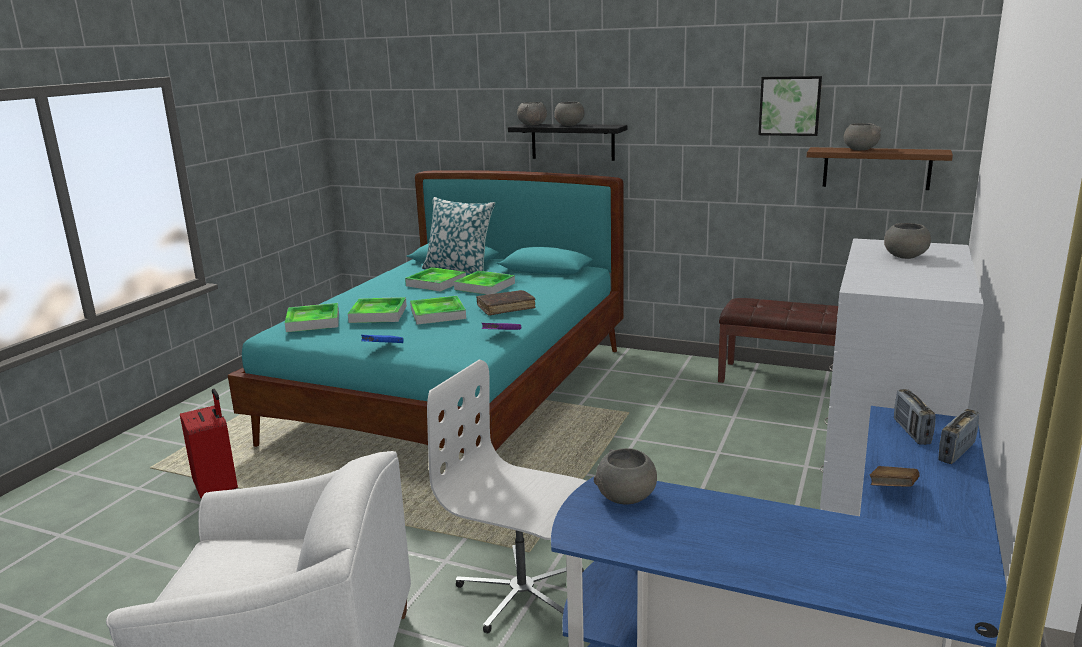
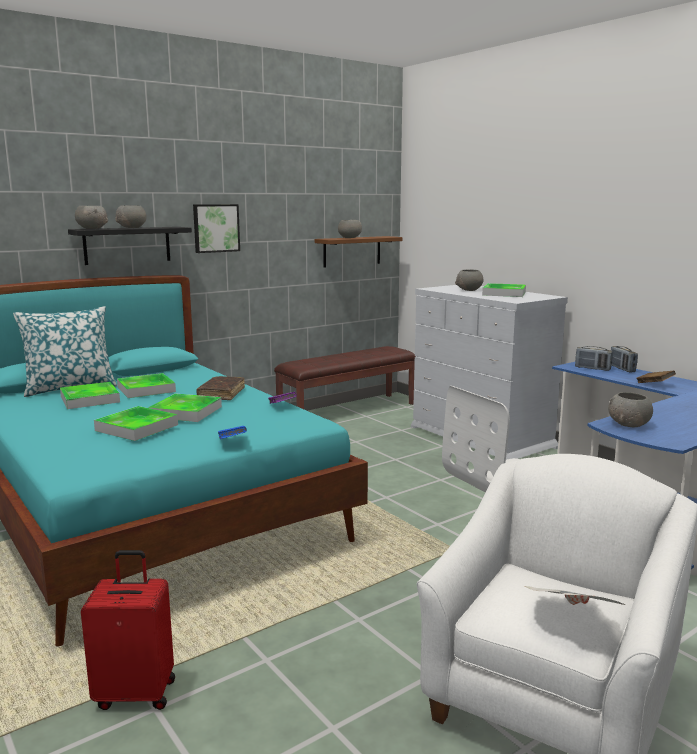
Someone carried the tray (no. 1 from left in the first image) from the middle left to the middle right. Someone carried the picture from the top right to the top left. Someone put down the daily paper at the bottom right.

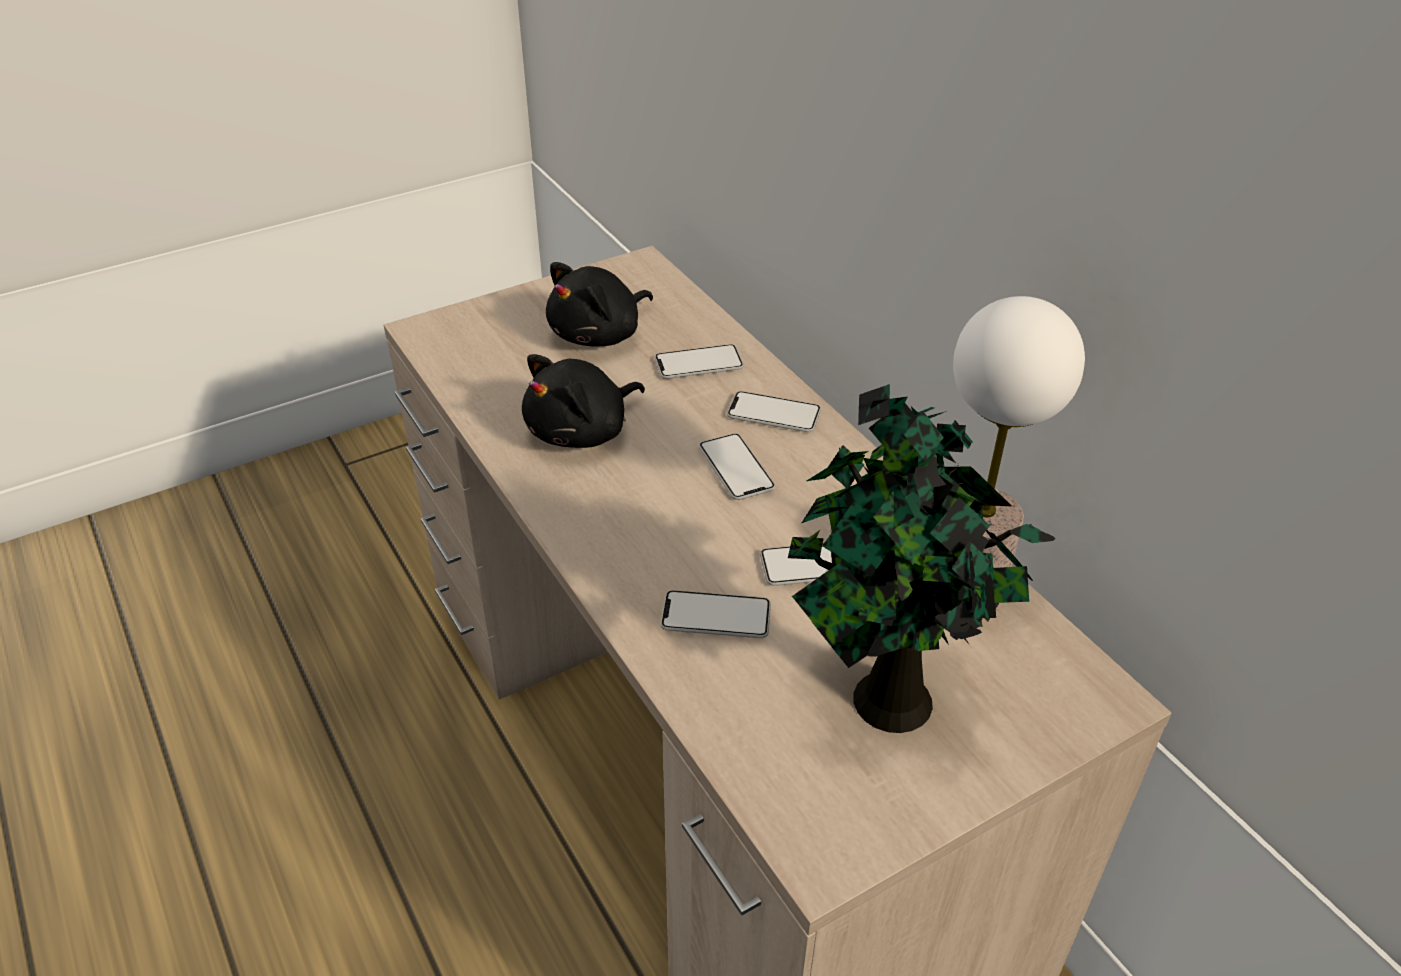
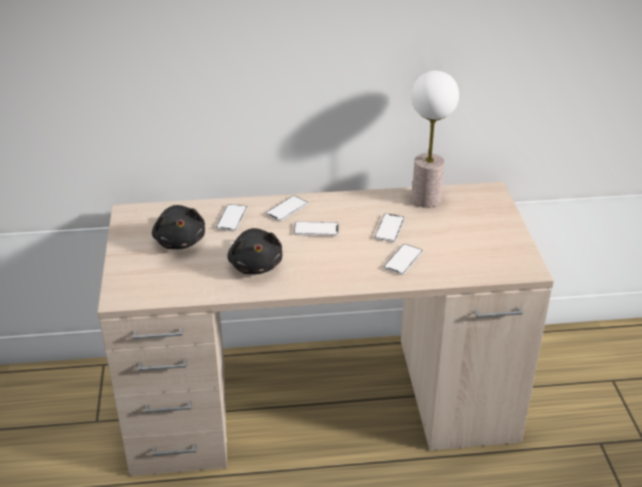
Someone took away the plant in a pot at the centre.

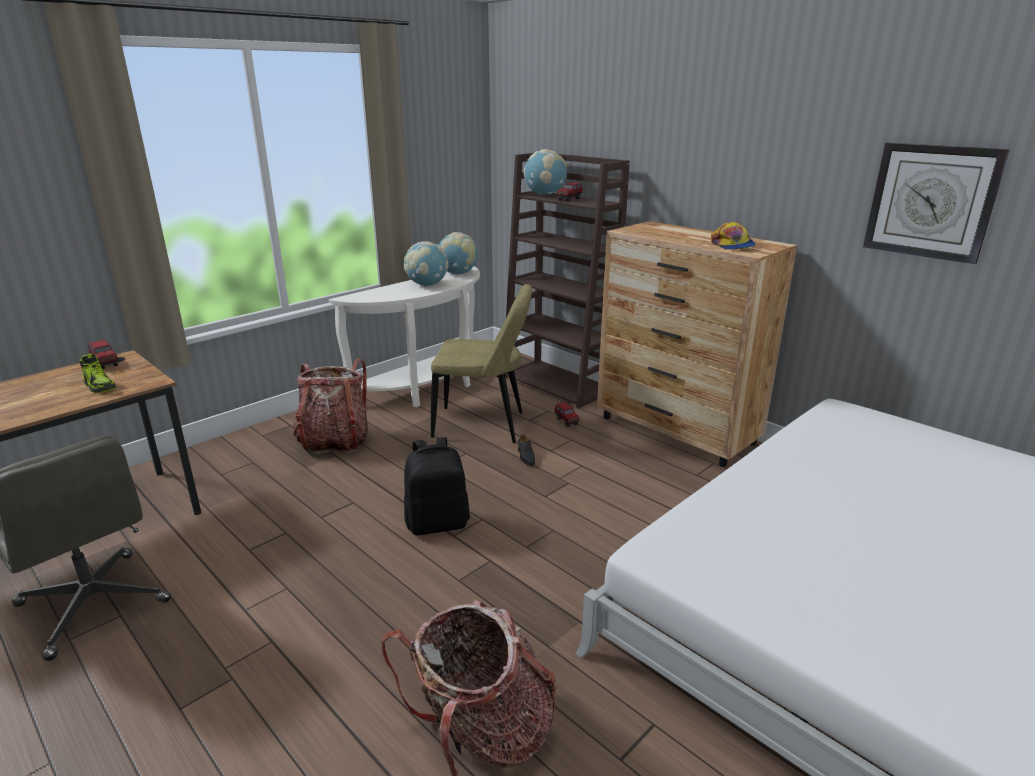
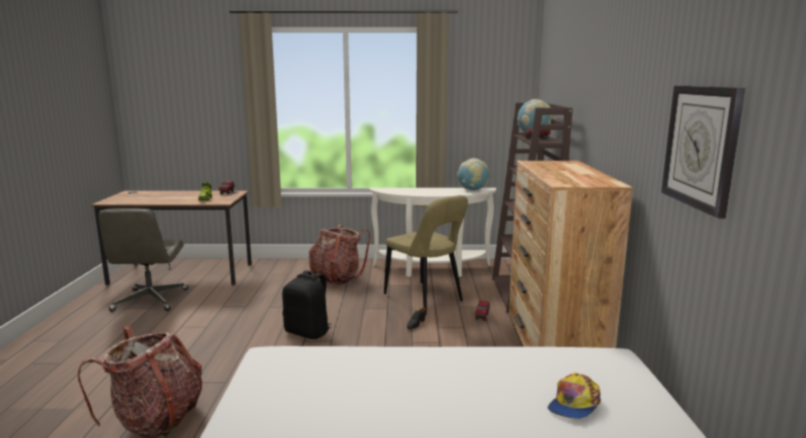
Someone took away the globe (no. 1 from left) at the centre. Someone carried the cap from the top right to the bottom right.

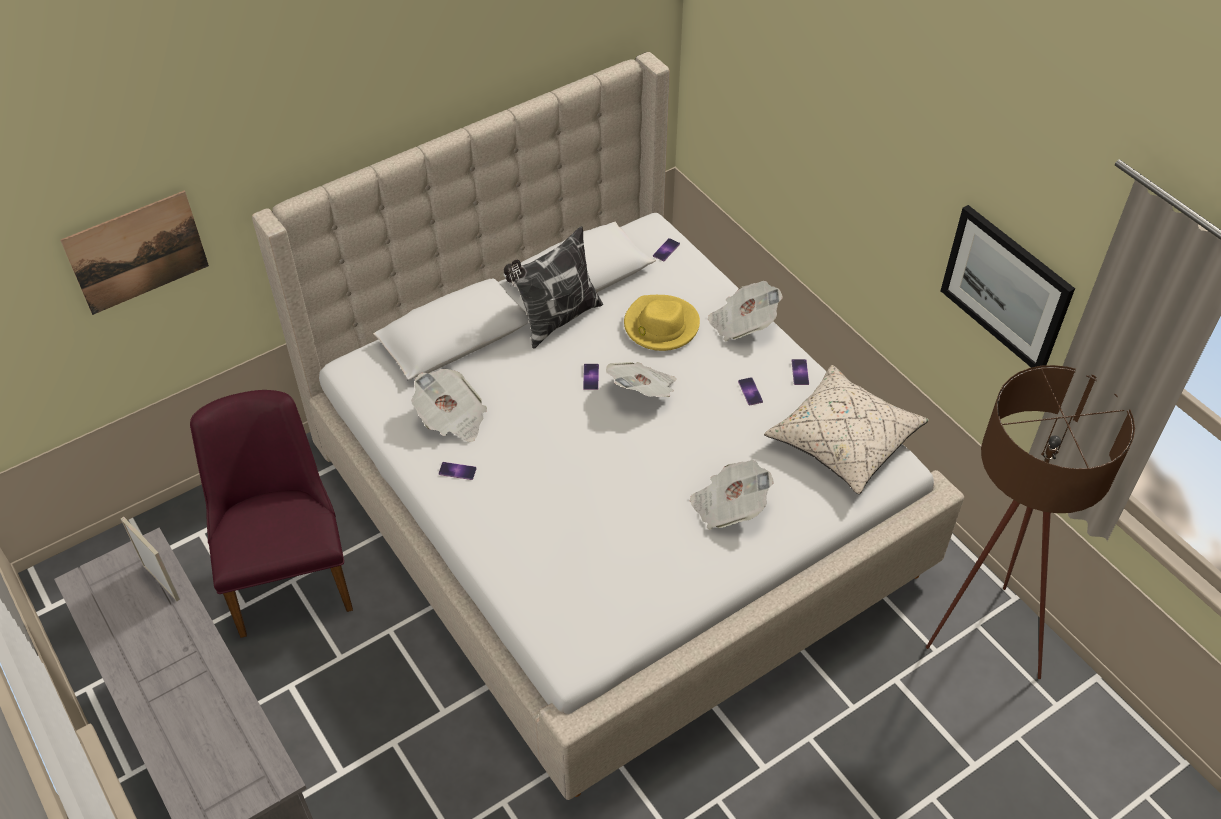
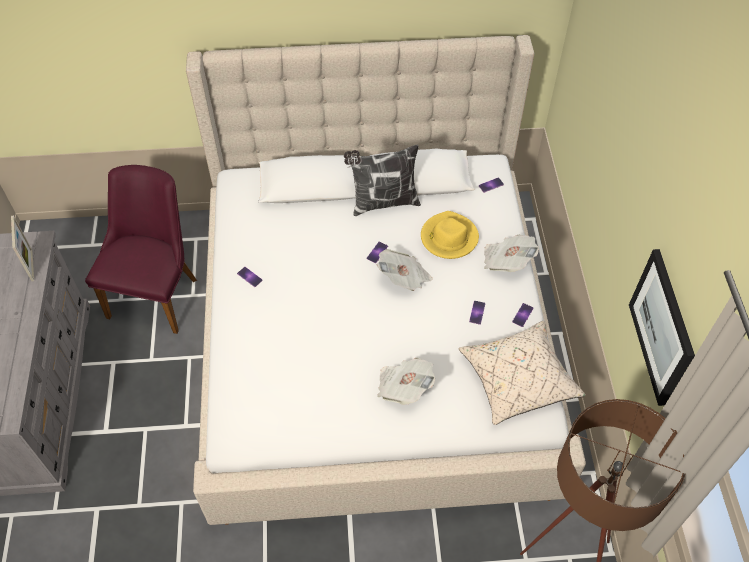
Someone took away the picture (no. 1 from left) at the top left. Someone took away the daily paper (no. 1 from left) at the centre.

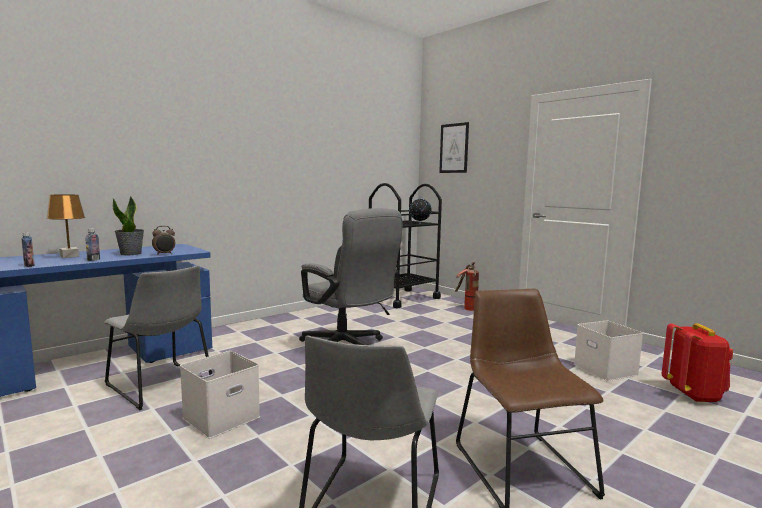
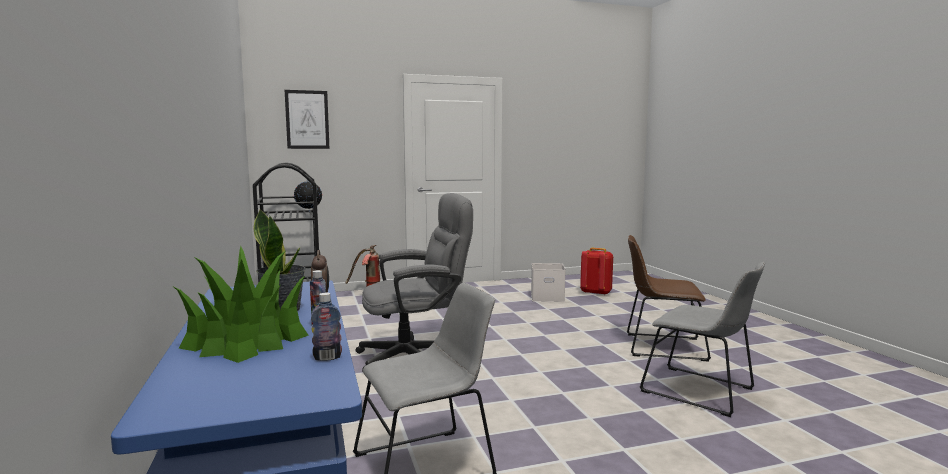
Someone swapped the brown lamp for a table at the middle left for the plant in a pot (no. 1 from left) at the middle left. Someone took away the whitish storage bin (no. 1 from left) at the bottom left.

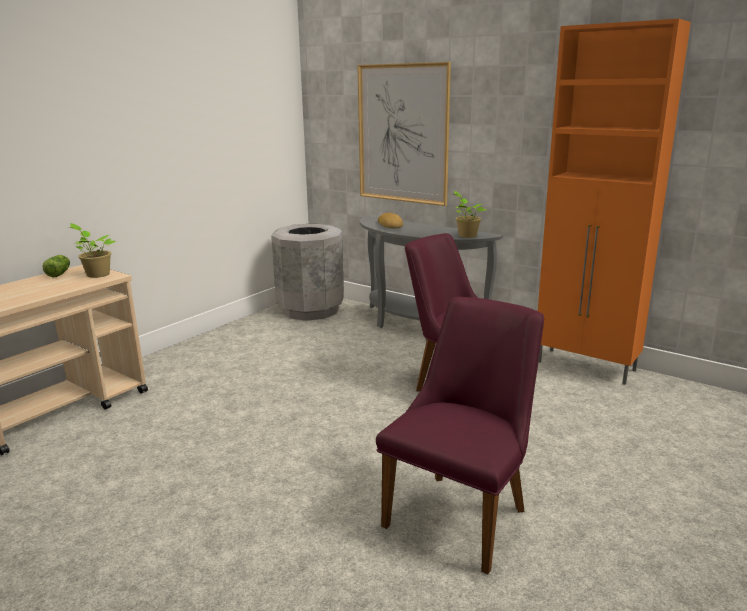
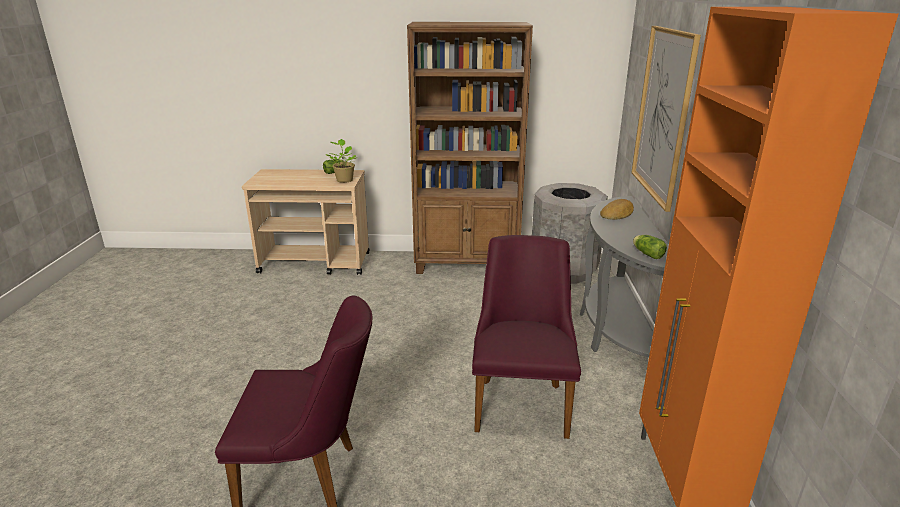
Someone swapped the plant in a pot (no. 2 from left) at the centre for the head of lettuce (no. 2 from left) at the middle right. Someone put down the brown shelving unit at the top centre.

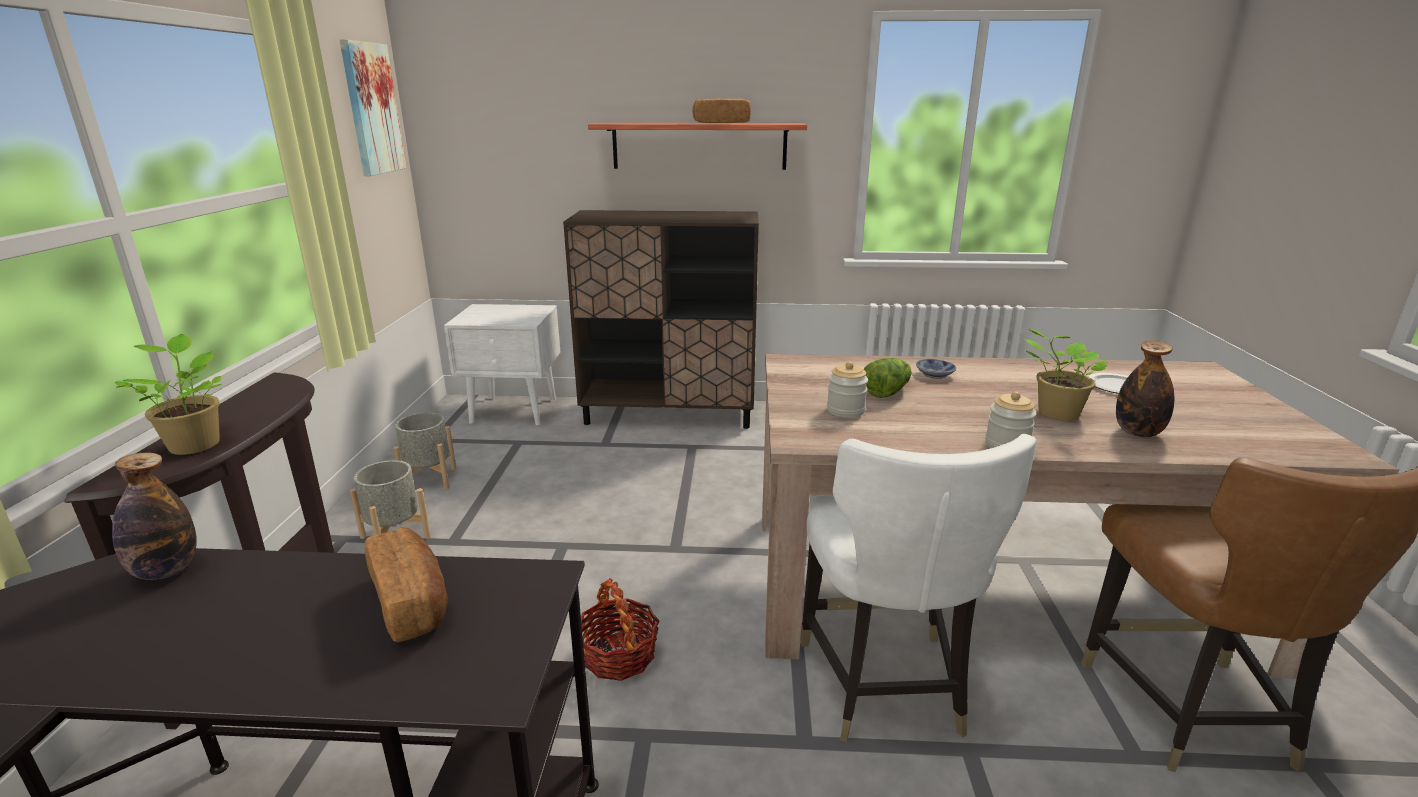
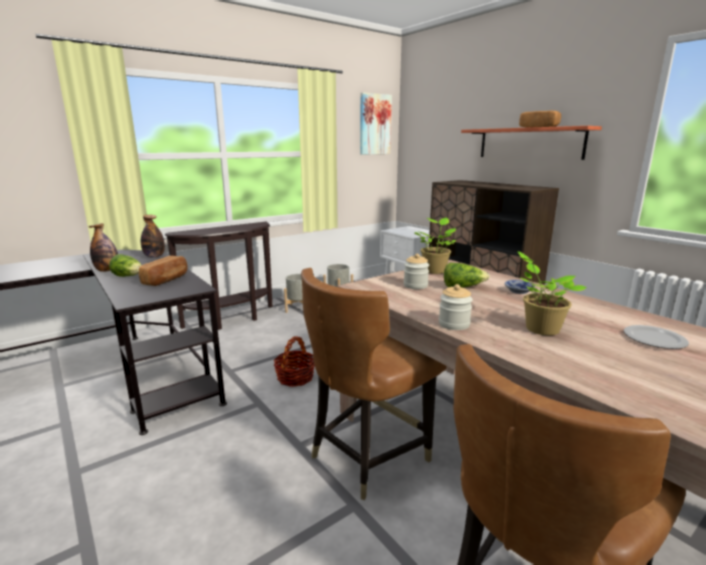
Someone carried the plant in a pot (no. 1 from left) from the middle left to the centre. Someone repainted the whitish chair at the bottom centre, which became the brown chair (no. 1 from left) at the bottom centre. Someone carried the bottle (no. 2 from left in the first image) from the middle right to the middle left. Someone put down the head of lettuce (no. 1 from left) at the middle left.

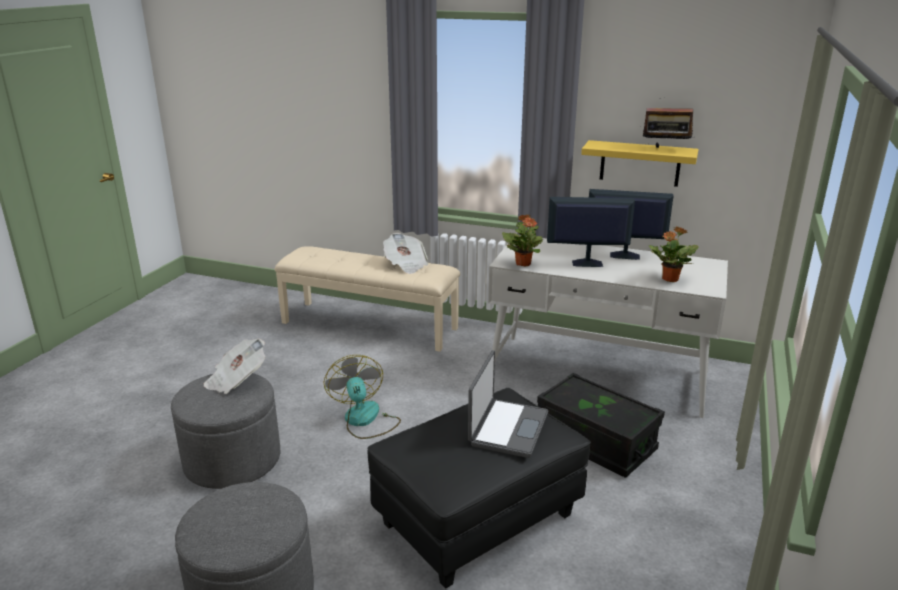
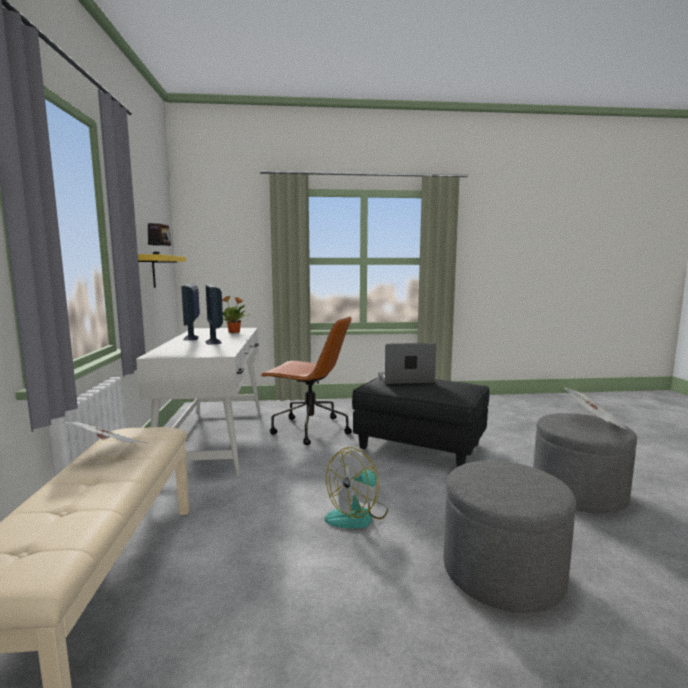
Someone carried the daily paper (no. 1 from left in the first image) from the middle left to the middle right. Someone took away the plant in a pot (no. 1 from left) at the centre. Someone swapped the blackish storage bin at the bottom right for the brown office chair at the centre.

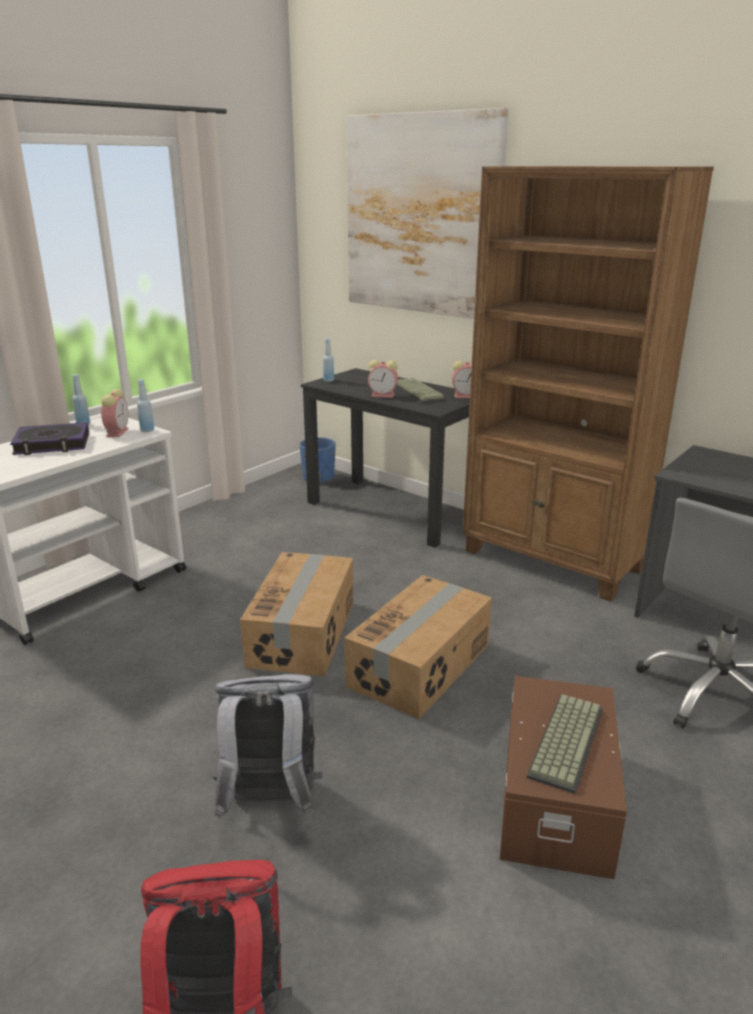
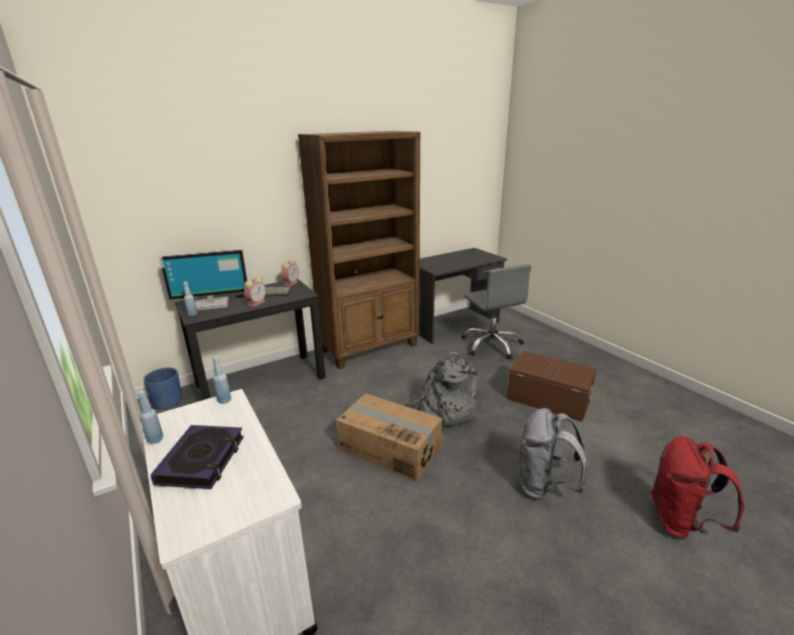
Someone took away the alarm clock (no. 1 from left) at the middle left. Someone swapped the cardboard box (no. 2 from left) at the centre for the grey knapsack (no. 1 from left) at the centre. Someone took away the picture at the top centre. Someone took away the keyboard (no. 2 from left) at the bottom right. Someone put down the computer screen at the middle left.

